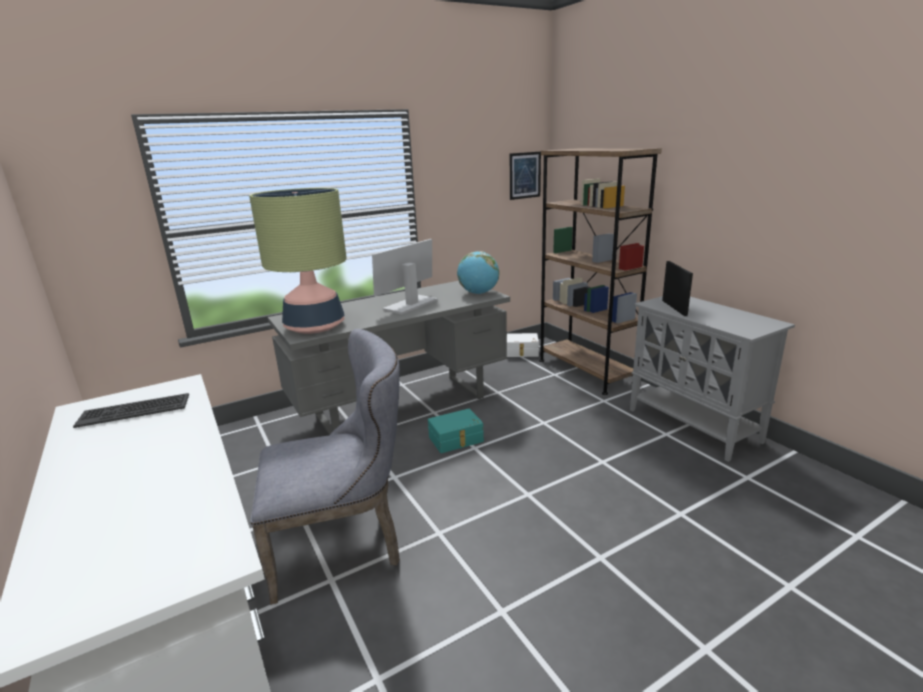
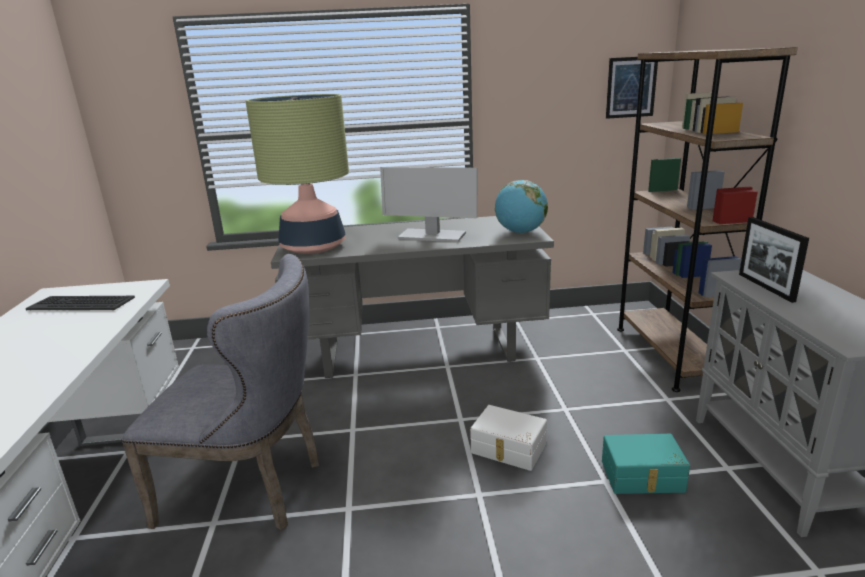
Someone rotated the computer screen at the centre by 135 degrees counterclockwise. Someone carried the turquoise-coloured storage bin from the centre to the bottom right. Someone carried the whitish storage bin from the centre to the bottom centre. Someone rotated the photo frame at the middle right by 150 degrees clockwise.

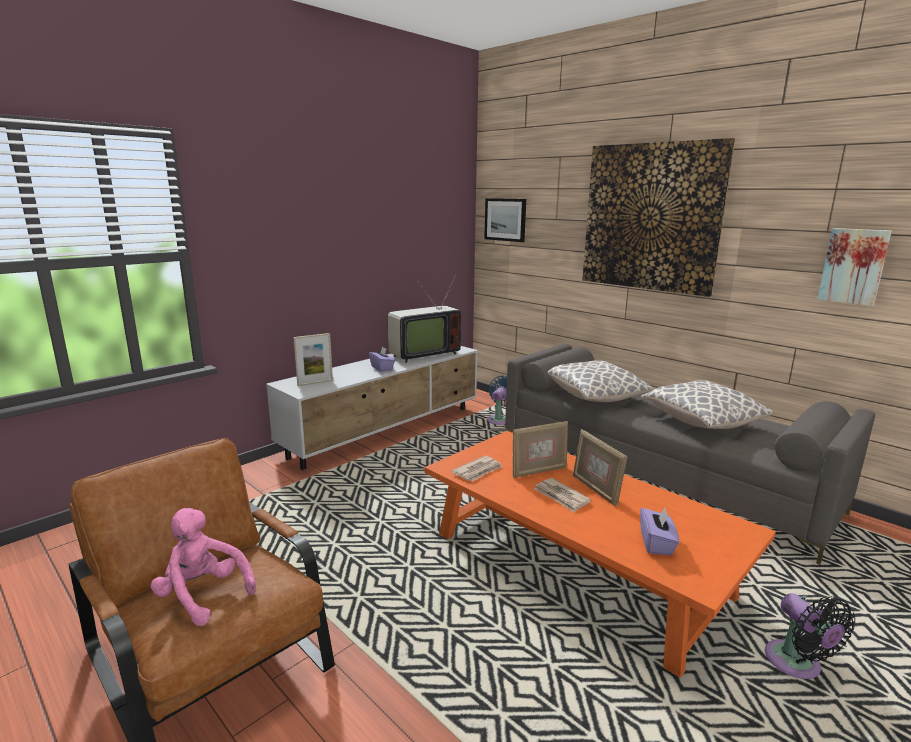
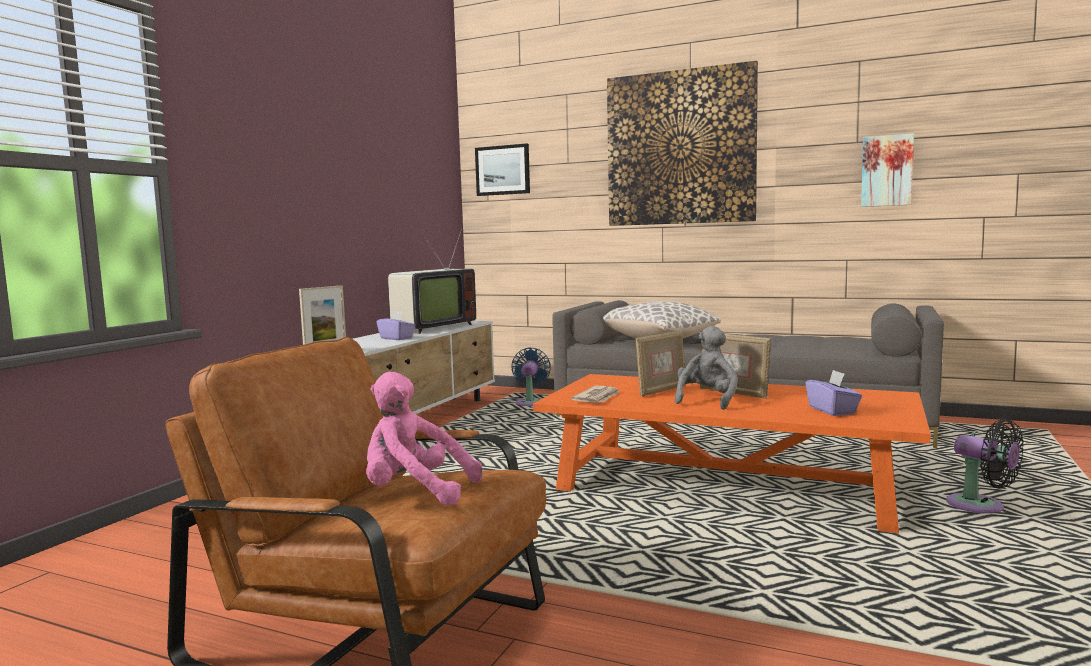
Someone swapped the daily paper (no. 2 from left) at the bottom centre for the grey cuddly toy at the centre. Someone took away the throw pillow (no. 2 from left) at the middle right.

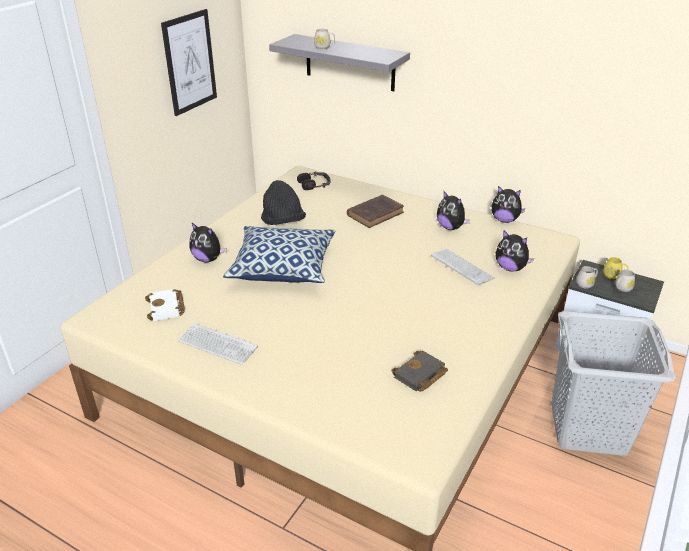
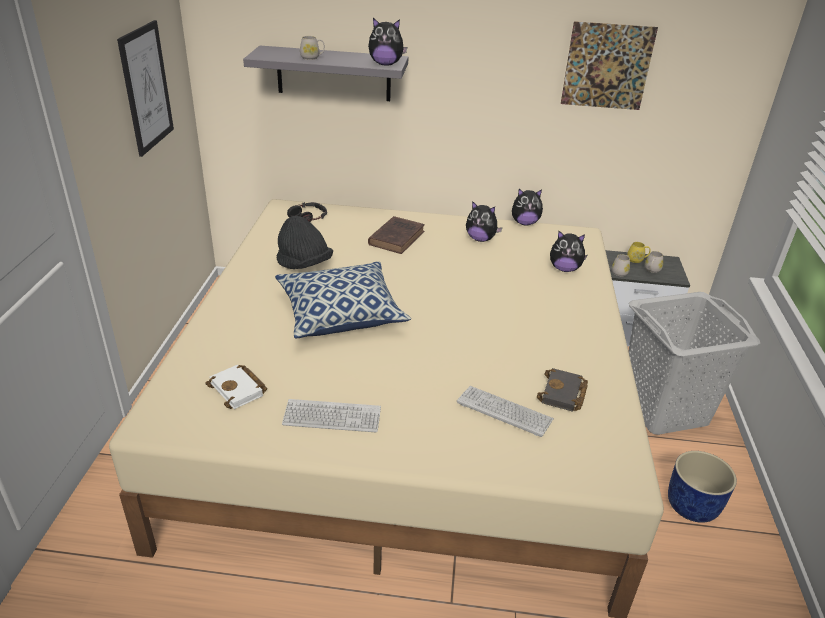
Someone carried the cuddly toy (no. 1 from left) from the middle left to the top centre. Someone carried the keyboard (no. 2 from left) from the middle right to the centre. Someone put up the picture (no. 2 from left) at the top right. Someone put down the blue-coloured plant pot at the bottom right.

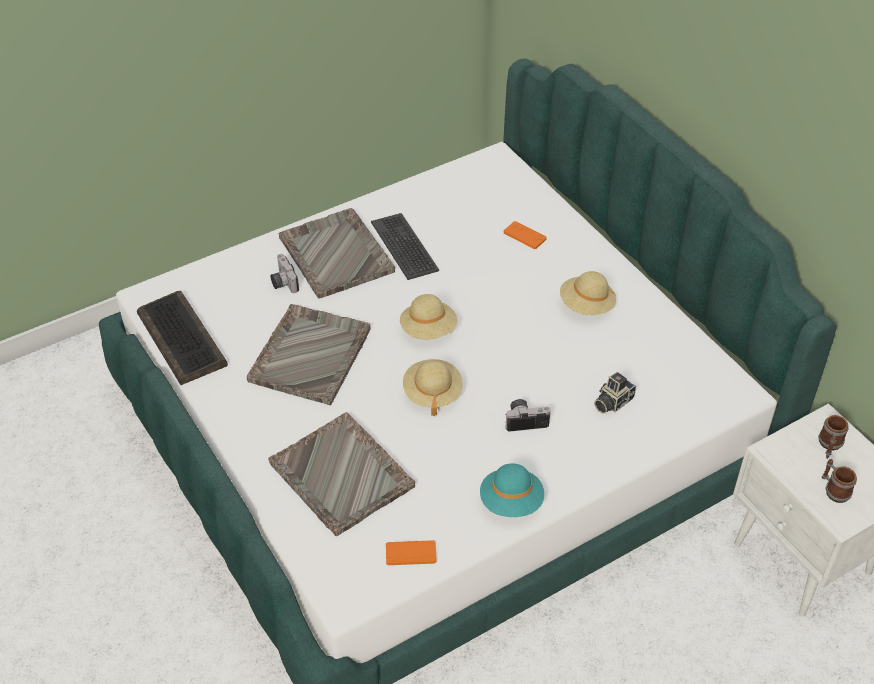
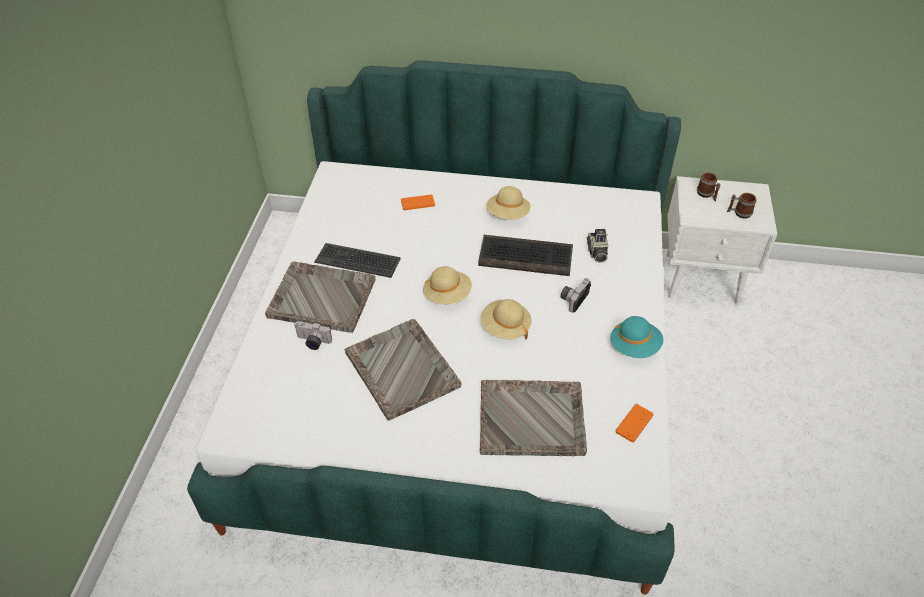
Someone carried the keyboard (no. 1 from left in the first image) from the middle left to the centre.

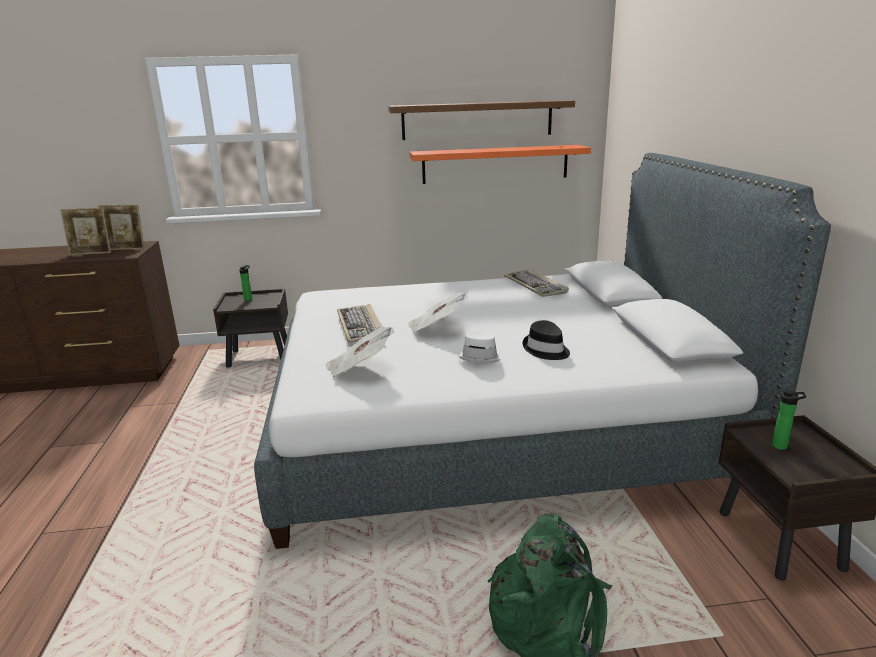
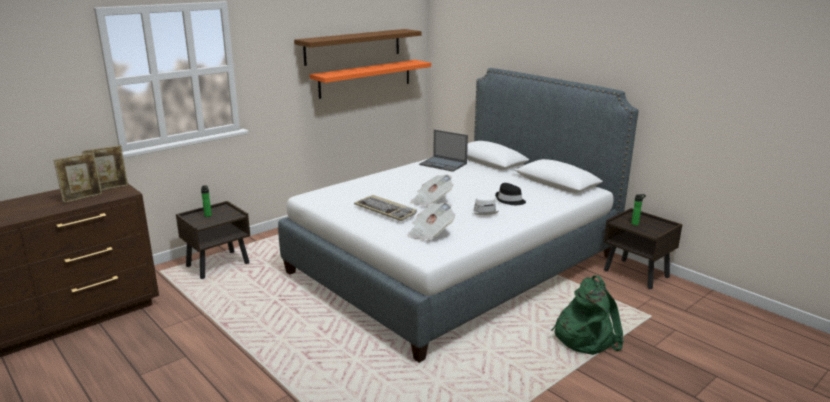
Someone swapped the keyboard (no. 2 from left) at the centre for the notebook computer at the centre.

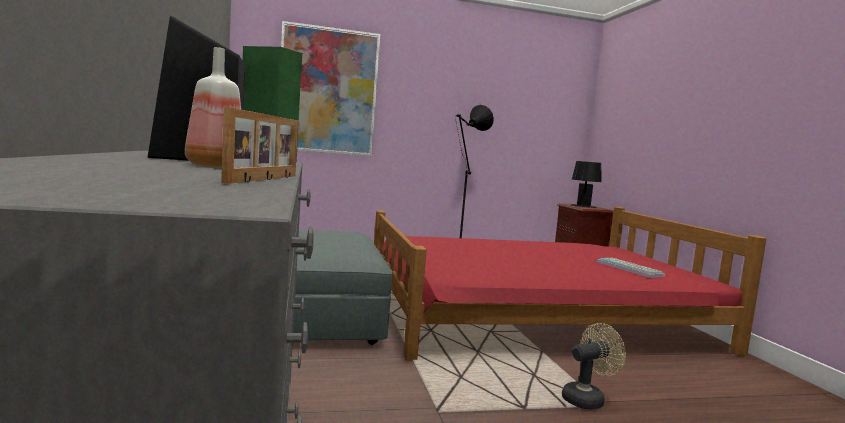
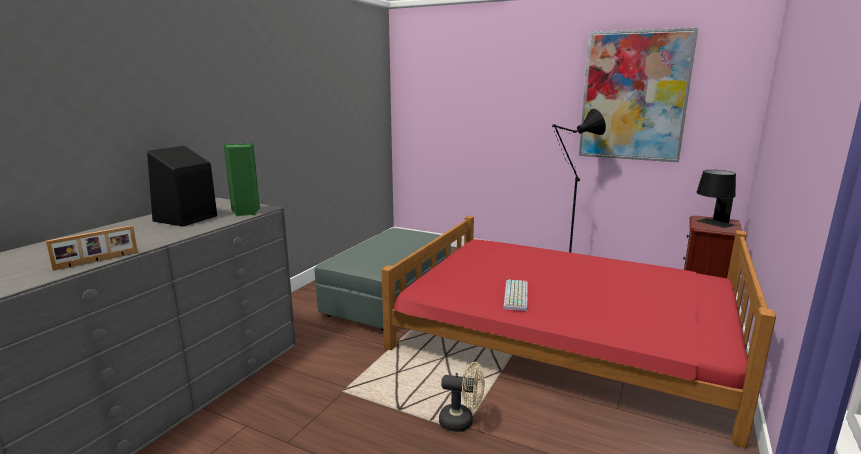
Someone took away the bottle at the top left. Someone carried the picture from the top centre to the top right. Someone carried the keyboard from the middle right to the centre.

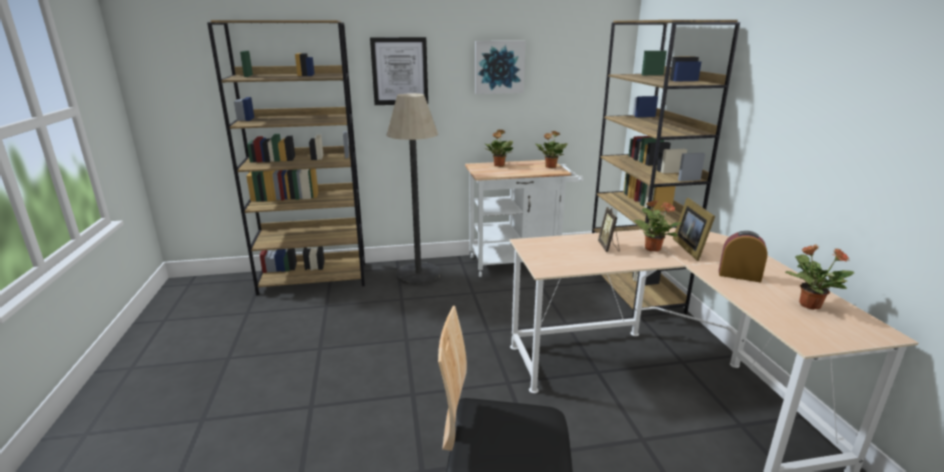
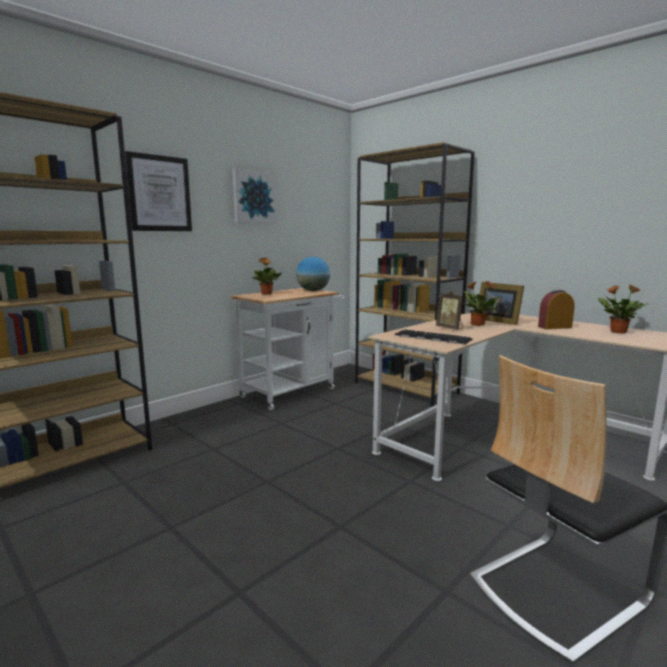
Someone took away the standing lamp at the centre. Someone swapped the plant in a pot (no. 2 from left) at the top centre for the globe at the centre. Someone put down the keyboard at the centre.

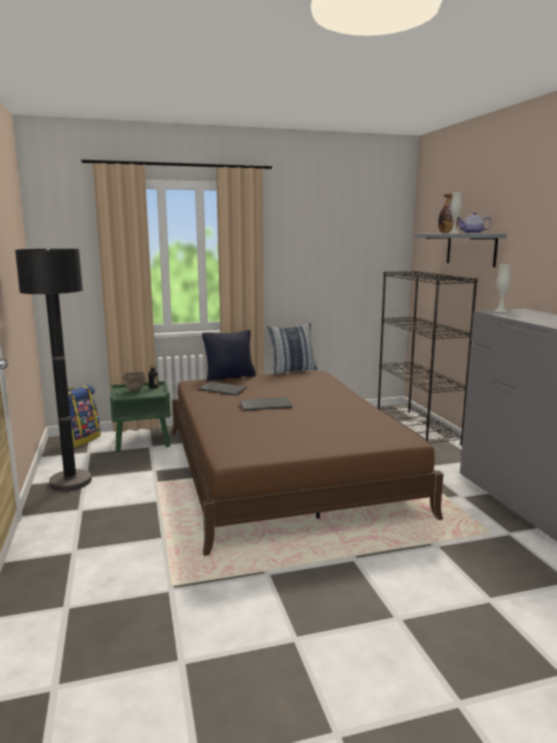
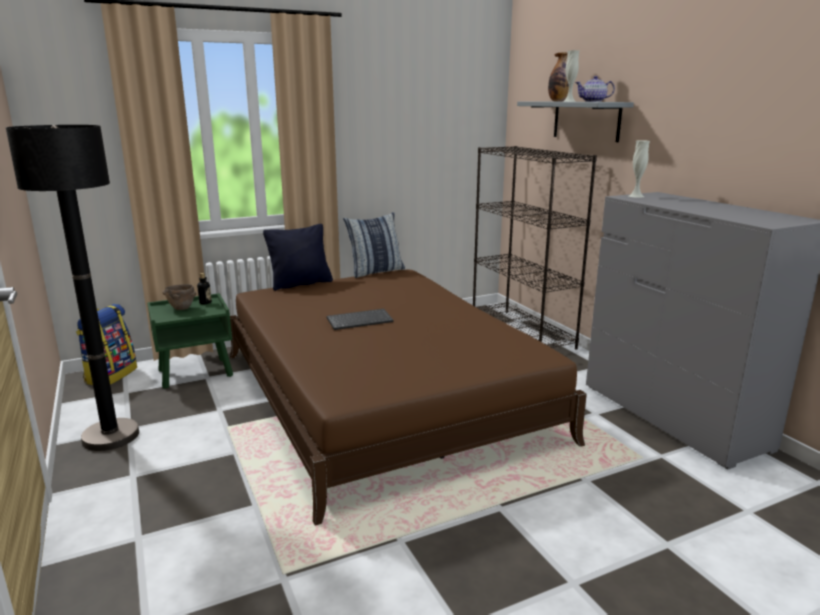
Someone took away the keyboard (no. 1 from left) at the centre.

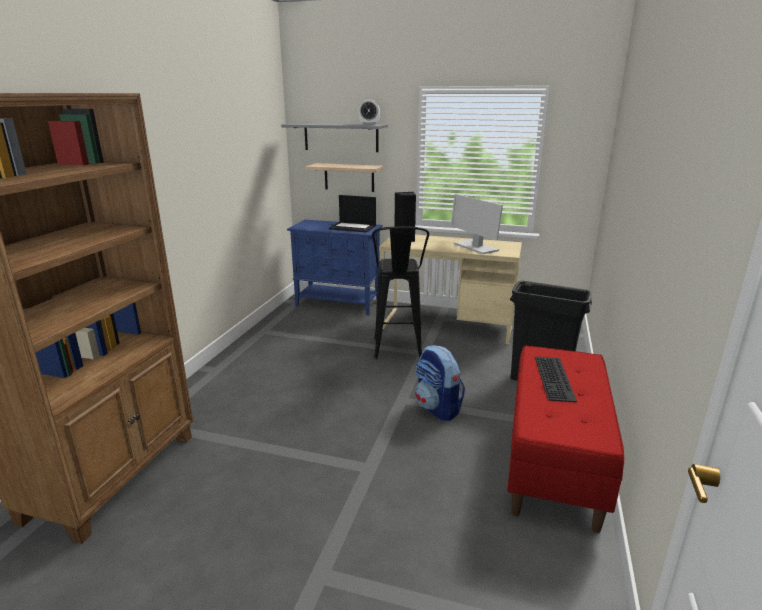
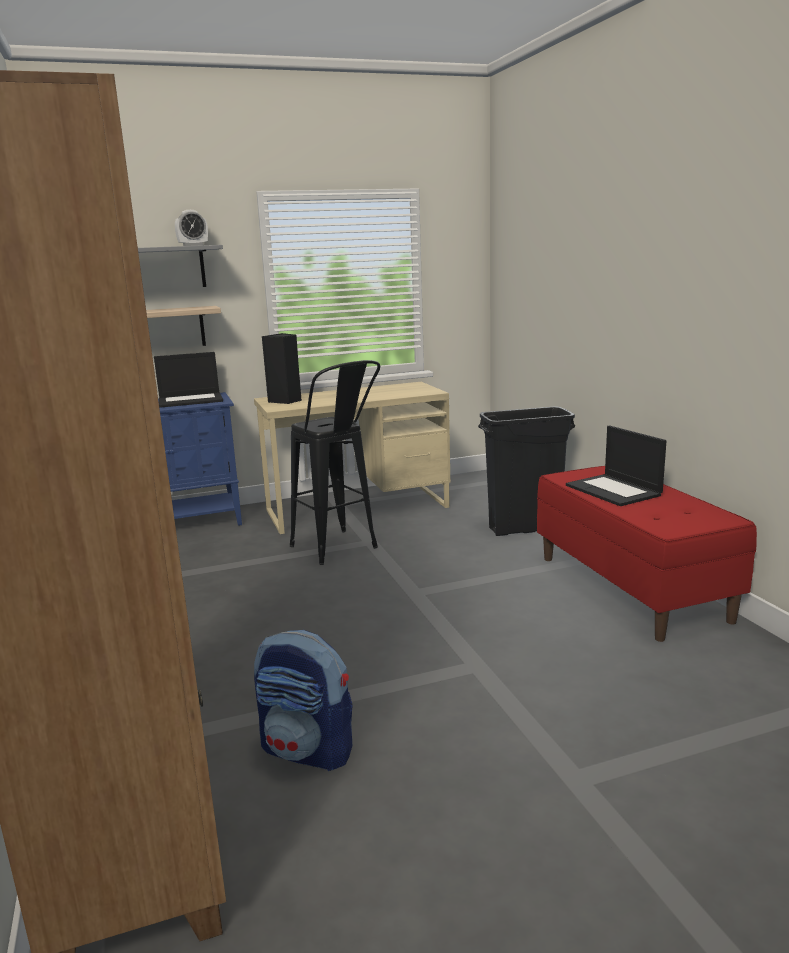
Someone carried the knapsack from the centre to the bottom centre. Someone took away the computer screen at the centre. Someone swapped the keyboard at the middle right for the notebook computer (no. 2 from left) at the middle right.

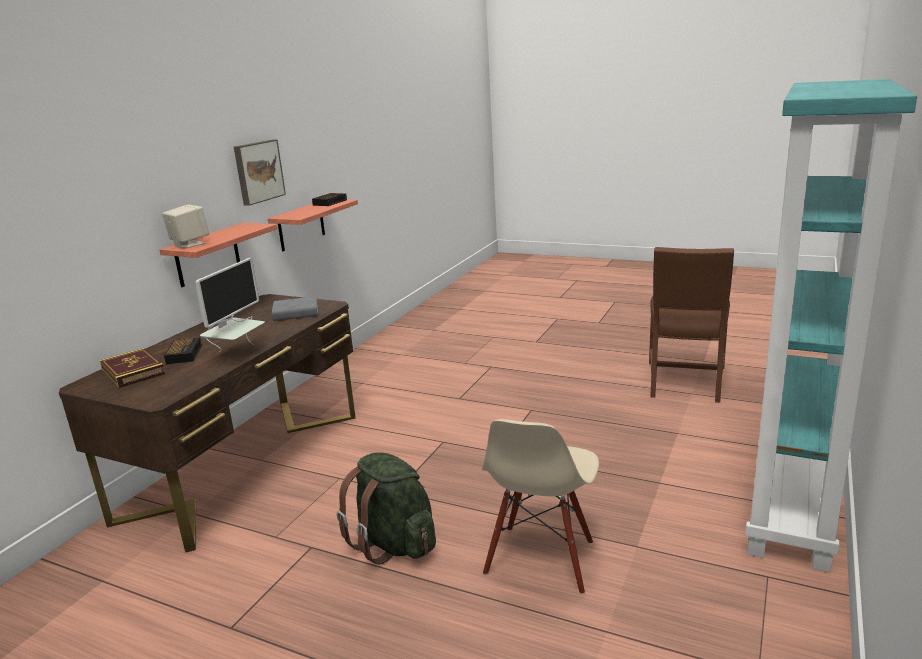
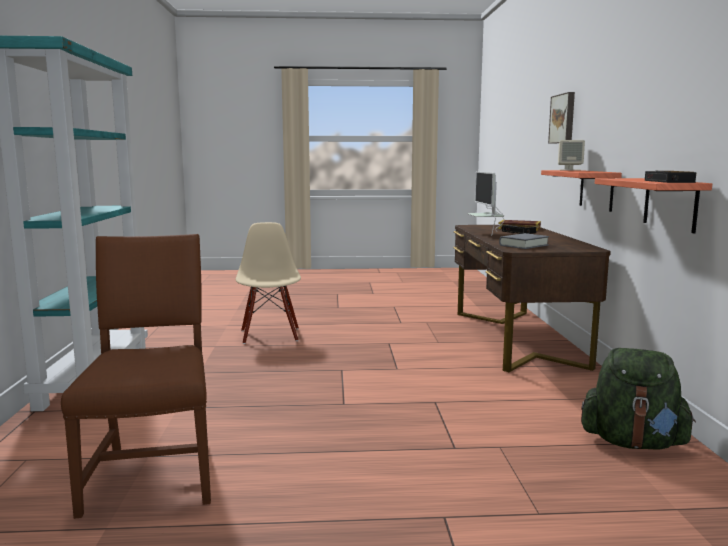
Someone carried the picture from the top left to the top right. Someone carried the green-coloured knapsack from the bottom centre to the bottom right.

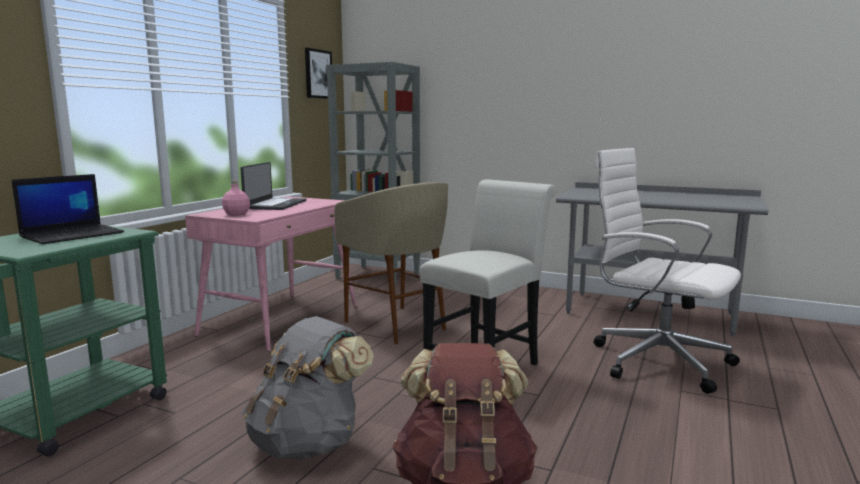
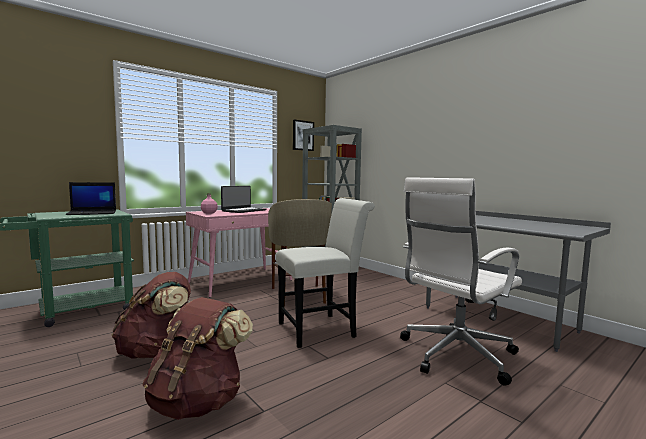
Someone repainted the grey knapsack at the bottom centre, which became the brown knapsack (no. 1 from left) at the bottom left. Someone rotated the whitish office chair at the middle right by 105 degrees counterclockwise.

